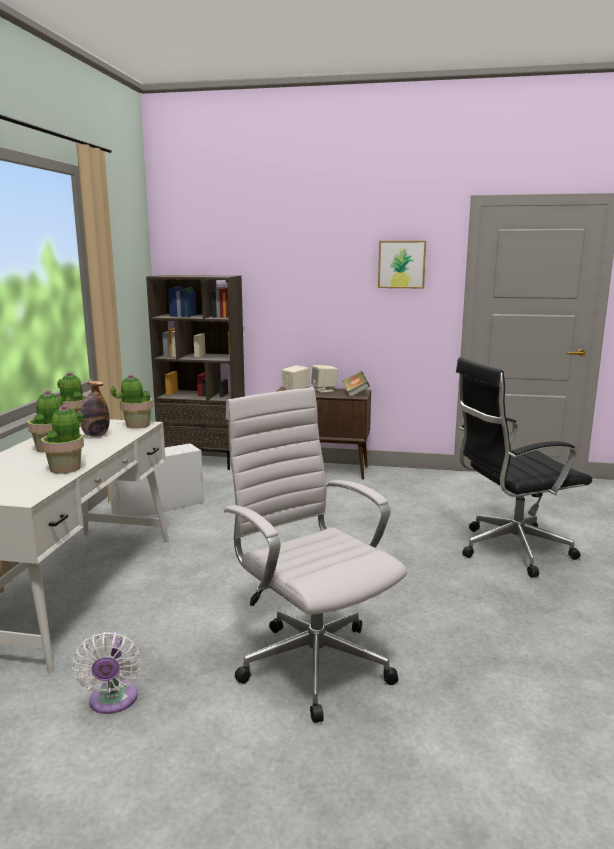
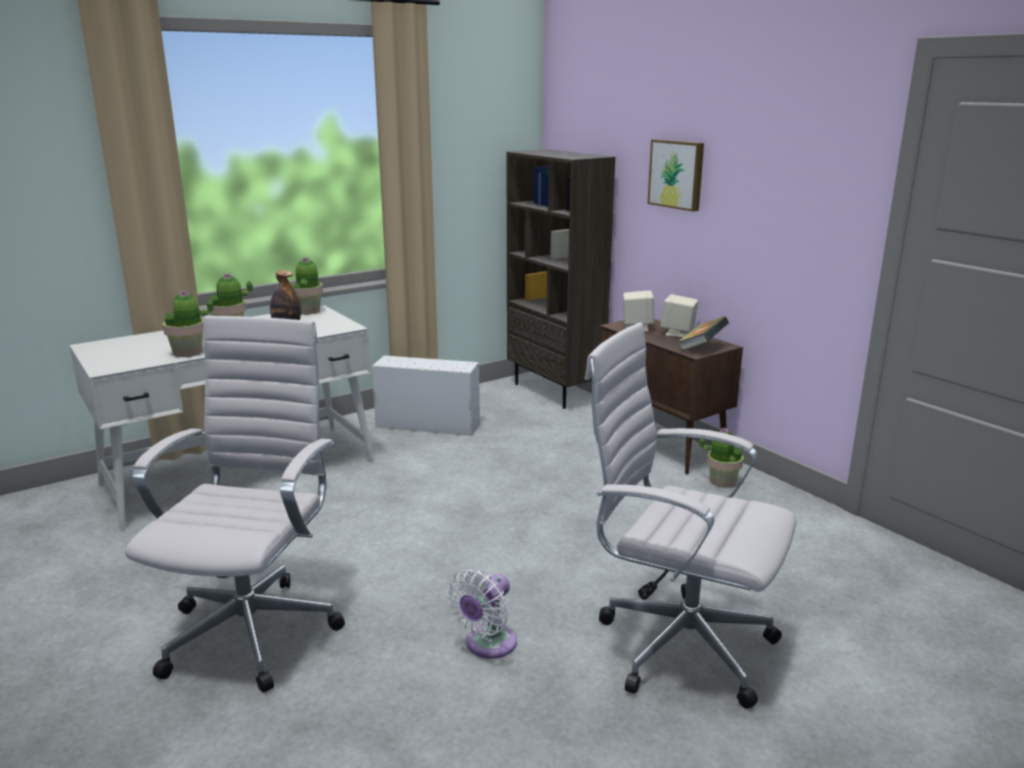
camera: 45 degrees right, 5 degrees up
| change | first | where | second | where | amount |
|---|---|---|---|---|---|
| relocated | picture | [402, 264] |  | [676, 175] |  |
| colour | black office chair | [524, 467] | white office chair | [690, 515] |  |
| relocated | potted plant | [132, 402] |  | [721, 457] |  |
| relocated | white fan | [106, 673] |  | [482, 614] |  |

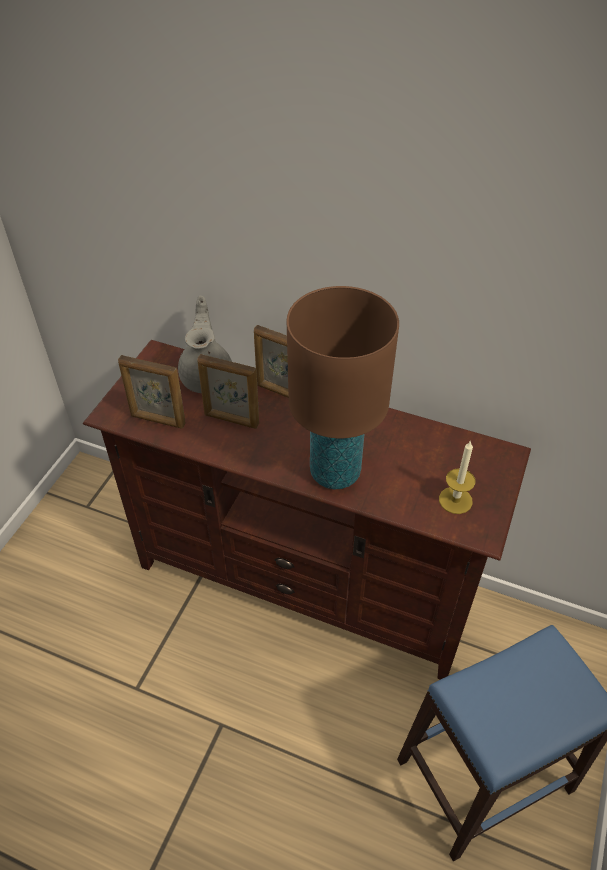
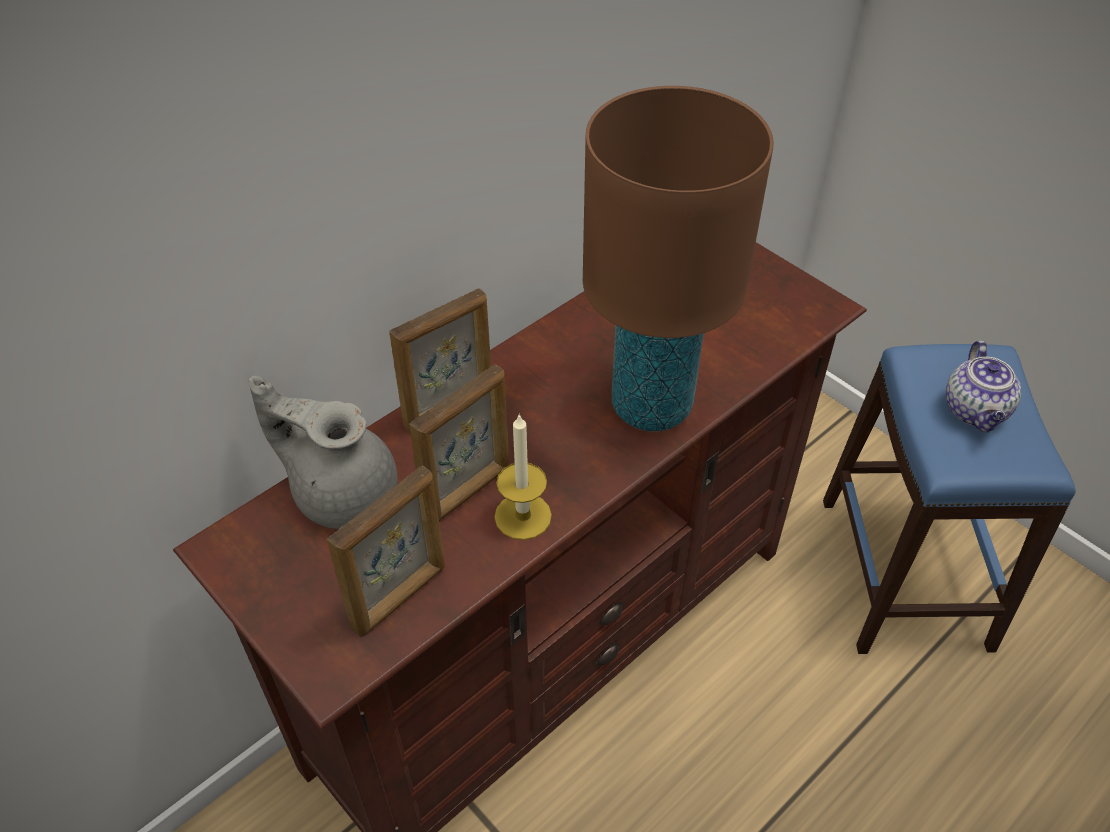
camera: 65 degrees left, 0 degrees up
| change | first | where | second | where | amount |
|---|---|---|---|---|---|
| relocated | candle | [457, 477] |  | [523, 476] |  |
| appeared |  |  | teapot | [983, 386] |  |

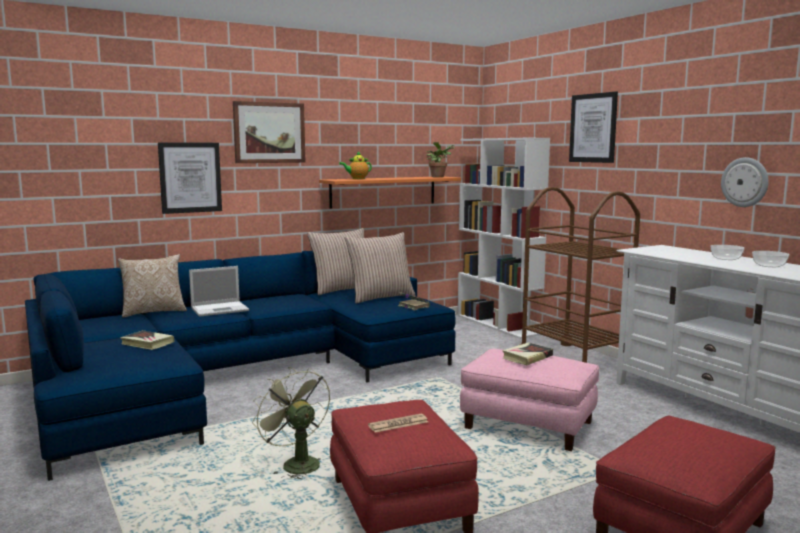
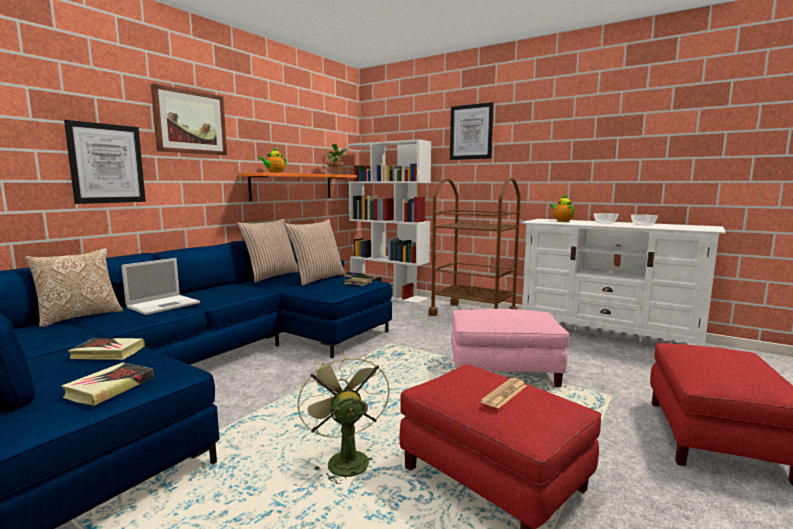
camera: 25 degrees left, 0 degrees up
| change | first | where | second | where | amount |
|---|---|---|---|---|---|
| missing | wall clock | [745, 182] |  |  |  |
| relocated | book | [527, 353] |  | [108, 384] |  |
| spun | green fan | [291, 423] |  | [344, 417] | 45 degrees clockwise |
| appeared |  |  | teapot | [562, 208] |  |

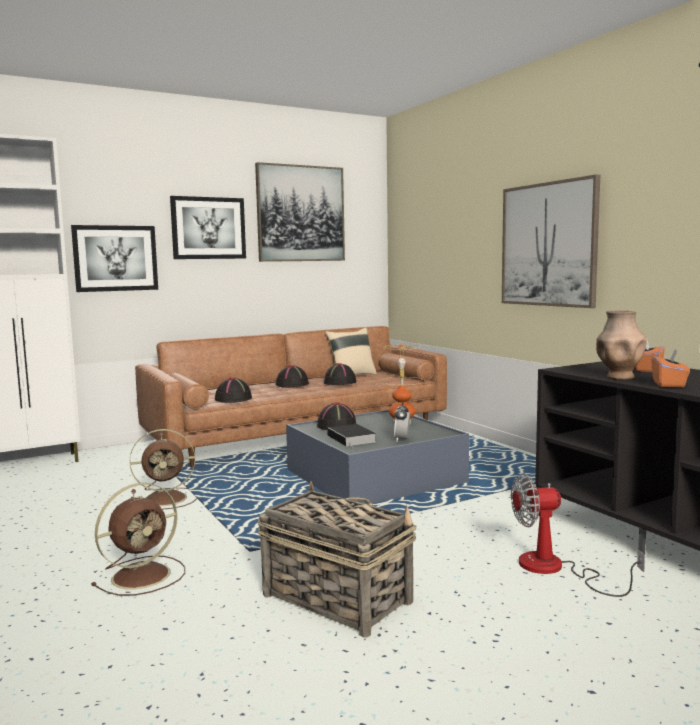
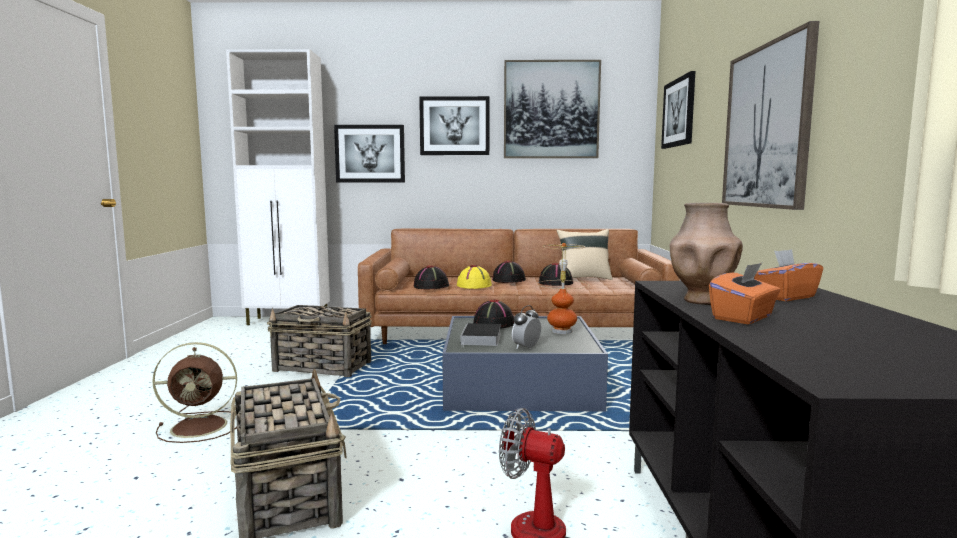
camera: 30 degrees right, 0 degrees up
| change | first | where | second | where | amount |
|---|---|---|---|---|---|
| exchanged | brown fan | [163, 469] | basket | [319, 341] |  |
| appeared |  |  | picture | [678, 110] |  |
| appeared |  |  | yellow hat | [474, 277] |  |

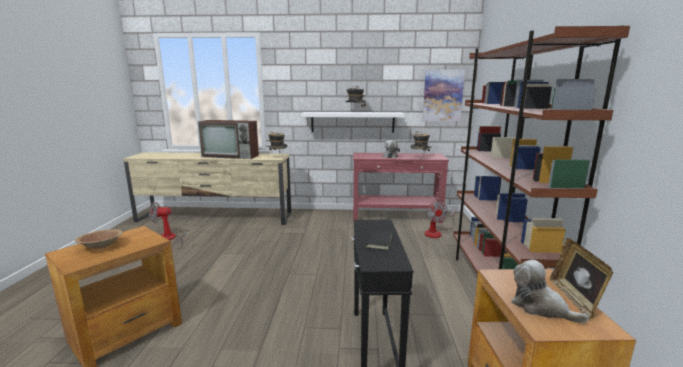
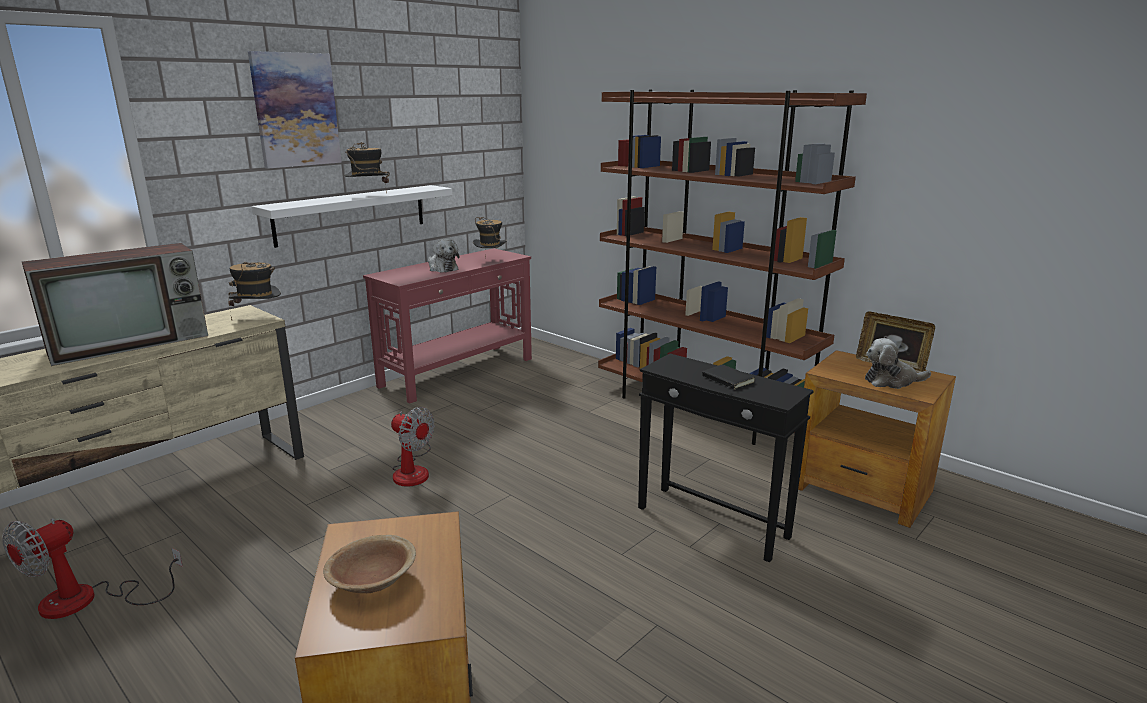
camera: 50 degrees left, 5 degrees up
| change | first | where | second | where | amount |
|---|---|---|---|---|---|
| relocated | picture | [444, 95] |  | [295, 110] |  |
| relocated | fan | [440, 219] |  | [413, 447] |  |

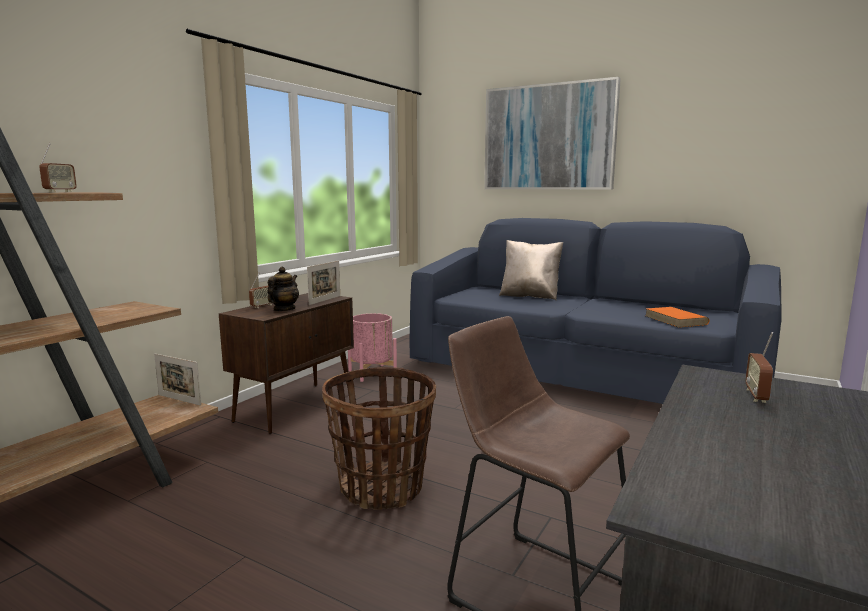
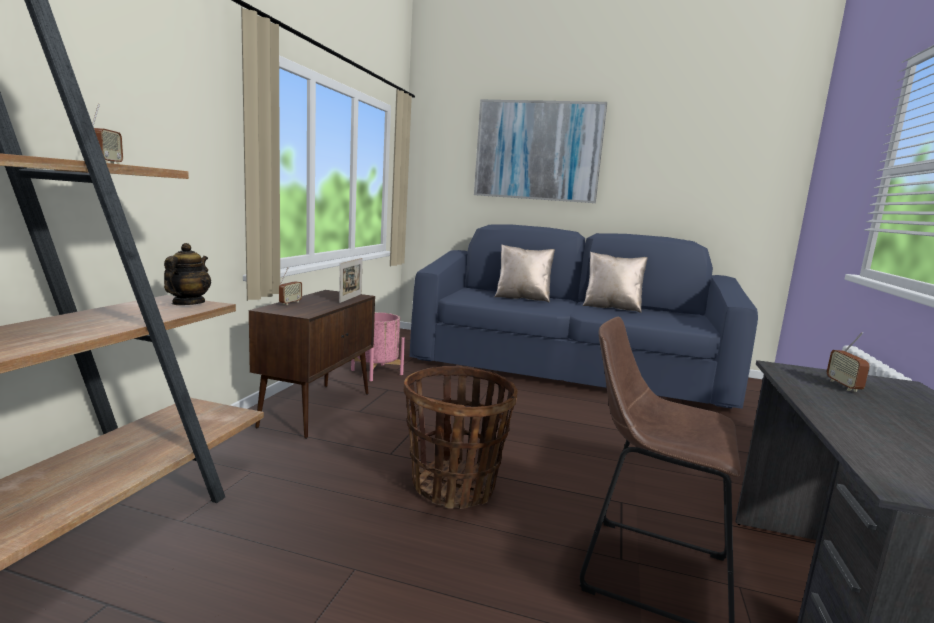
camera: 15 degrees left, 0 degrees up
| change | first | where | second | where | amount |
|---|---|---|---|---|---|
| relocated | teapot | [283, 289] |  | [187, 274] |  |
| missing | orange book | [677, 317] |  |  |  |
| missing | picture frame | [177, 380] |  |  |  |
| appeared |  |  | beige pillow | [615, 282] |  |

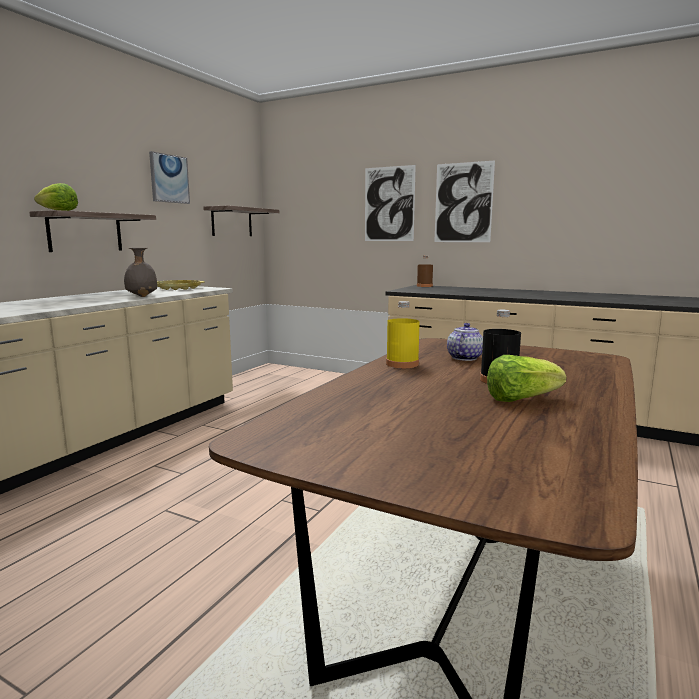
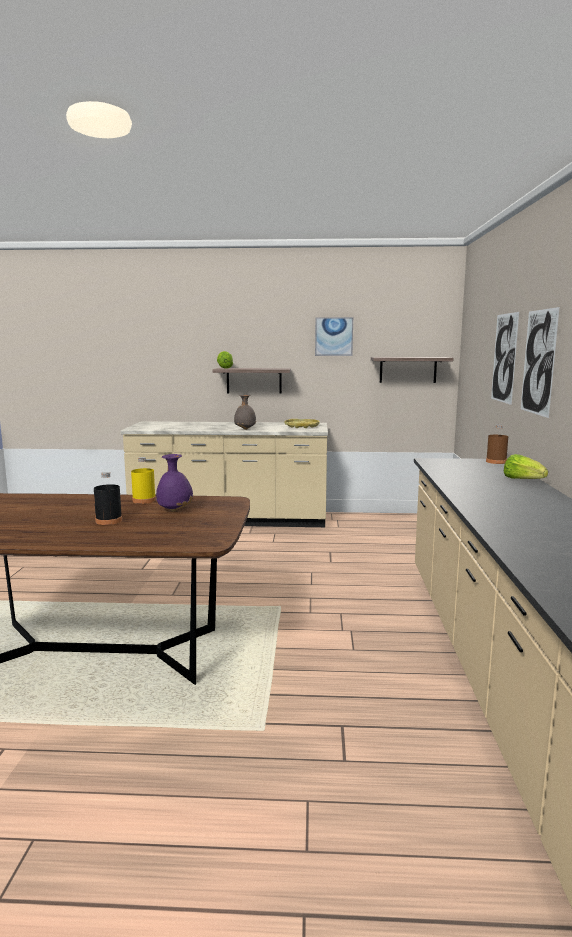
camera: 65 degrees right, 0 degrees up
| change | first | where | second | where | amount |
|---|---|---|---|---|---|
| exchanged | teapot | [465, 342] | purple vase | [174, 483] |  |
| relocated | lettuce | [527, 378] |  | [526, 466] |  |

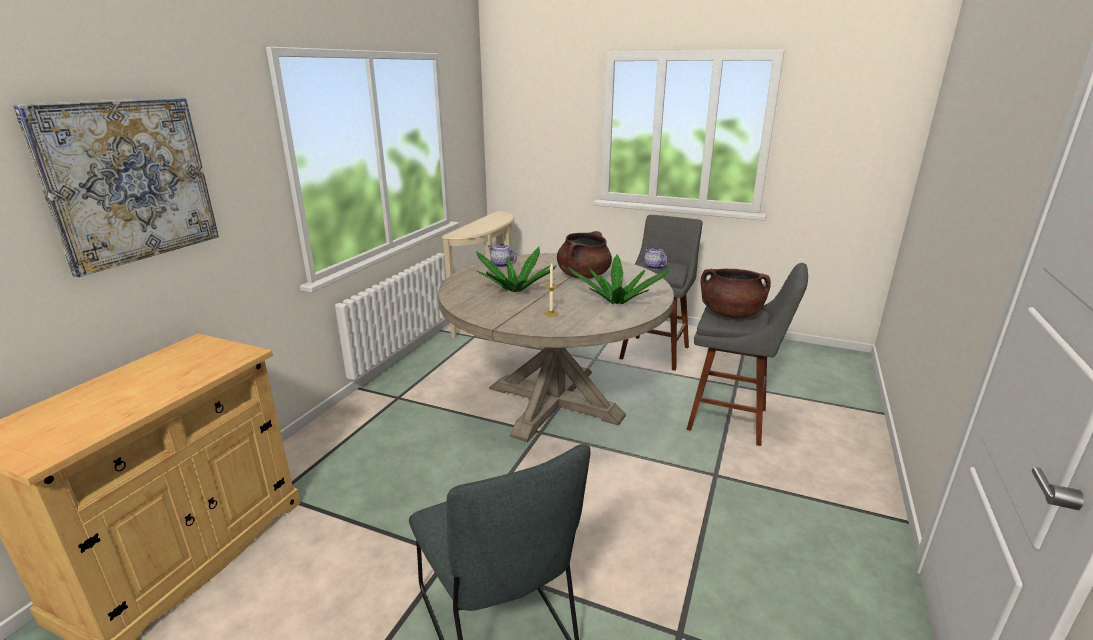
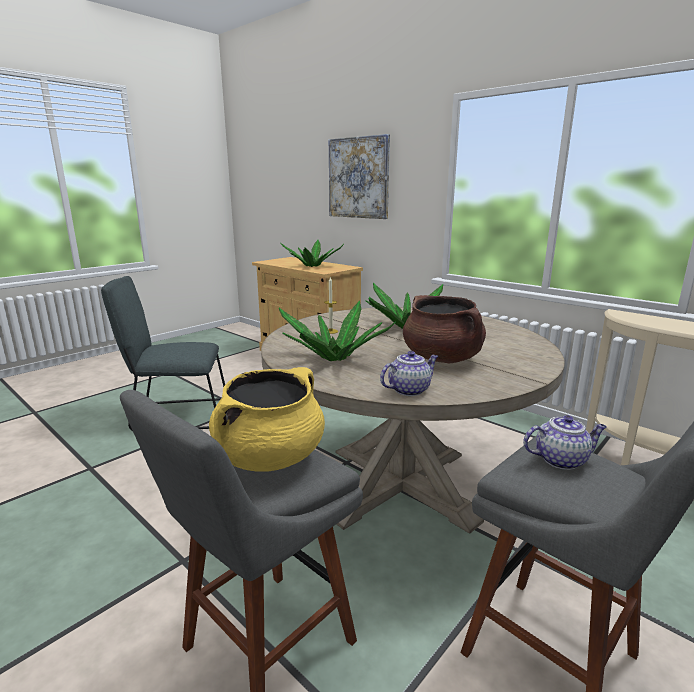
camera: 110 degrees right, 5 degrees down
| change | first | where | second | where | amount |
|---|---|---|---|---|---|
| relocated | teapot | [502, 255] |  | [409, 373] |  |
| colour | brown cooking pot | [735, 293] | yellow cooking pot | [267, 419] |  |
| appeared |  |  | potted plant | [312, 253] |  |

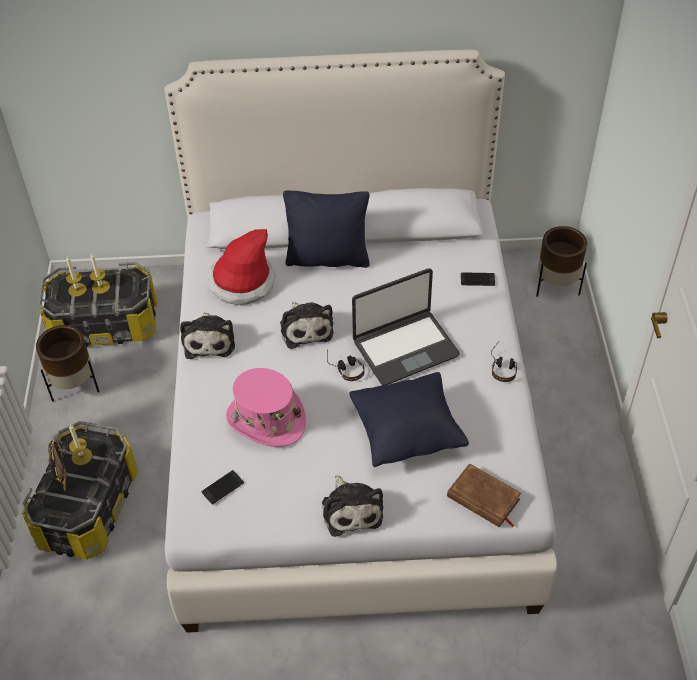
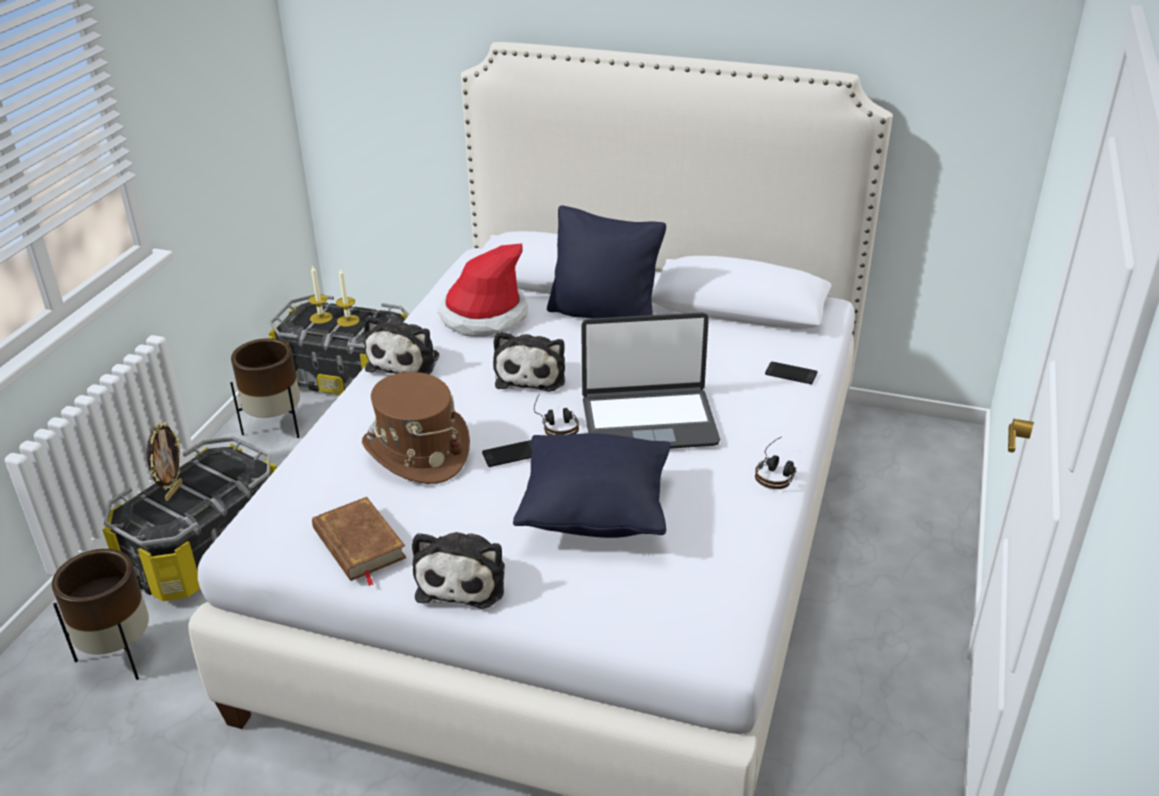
camera: 20 degrees right, 15 degrees down
| change | first | where | second | where | amount |
|---|---|---|---|---|---|
| relocated | brown planter | [561, 261] |  | [100, 614] |  |
| colour | pink hat | [266, 407] | brown hat | [416, 428] |  |
| missing | candle | [80, 444] |  |  |  |
| relocated | brown book | [484, 495] |  | [359, 541] |  |
| relocated | phone | [222, 487] |  | [507, 453] |  |

